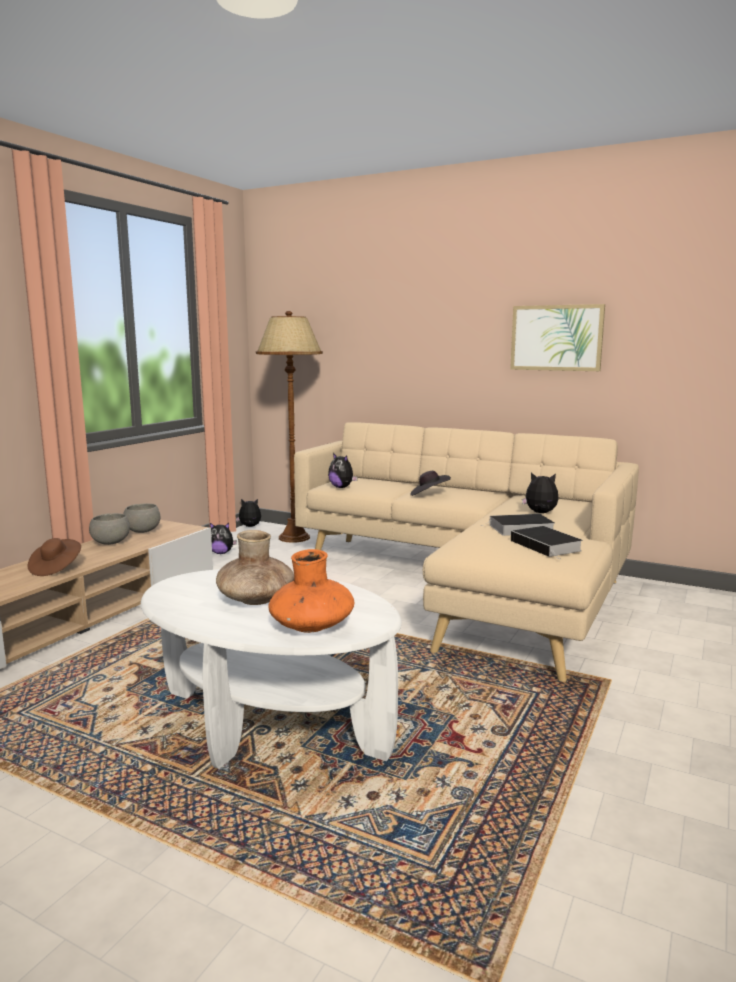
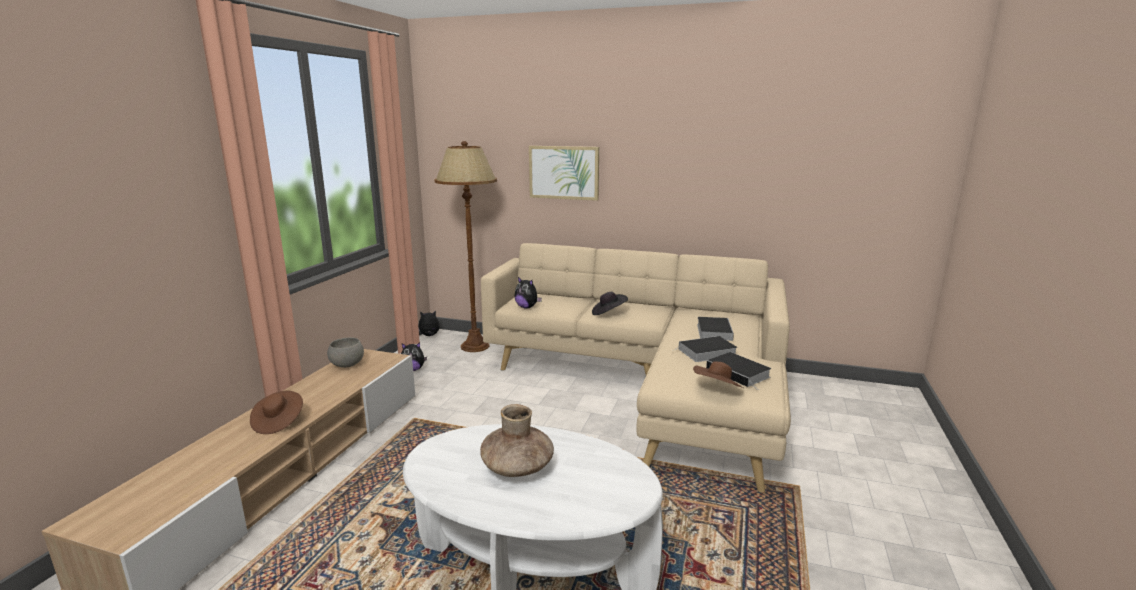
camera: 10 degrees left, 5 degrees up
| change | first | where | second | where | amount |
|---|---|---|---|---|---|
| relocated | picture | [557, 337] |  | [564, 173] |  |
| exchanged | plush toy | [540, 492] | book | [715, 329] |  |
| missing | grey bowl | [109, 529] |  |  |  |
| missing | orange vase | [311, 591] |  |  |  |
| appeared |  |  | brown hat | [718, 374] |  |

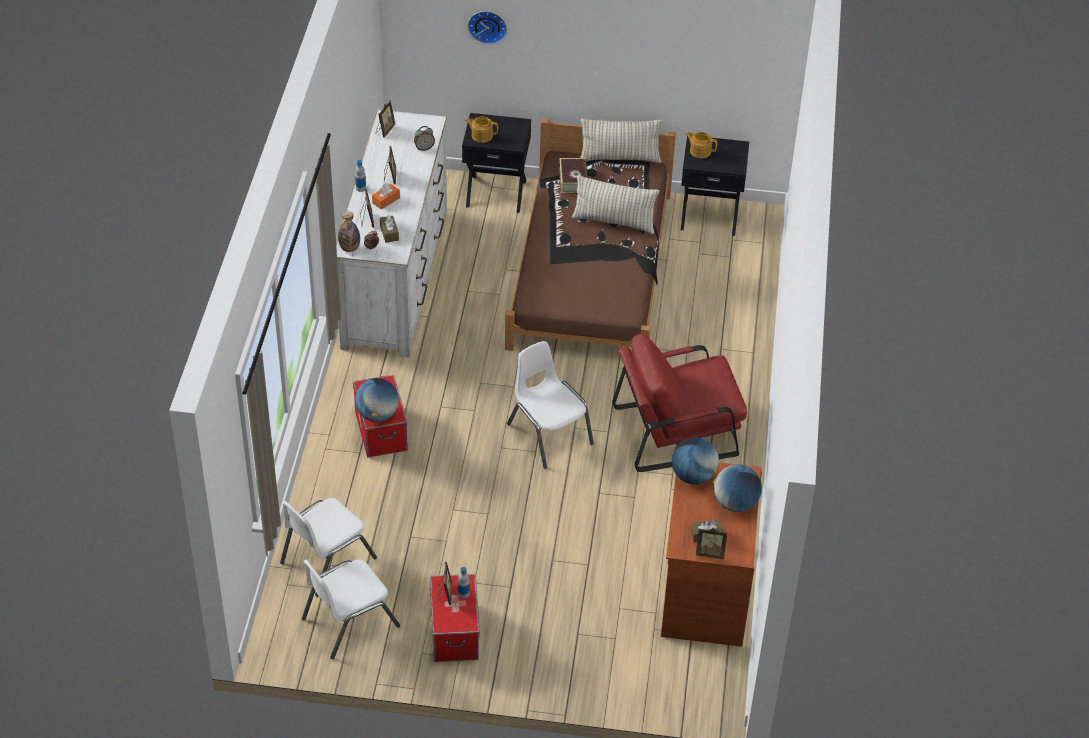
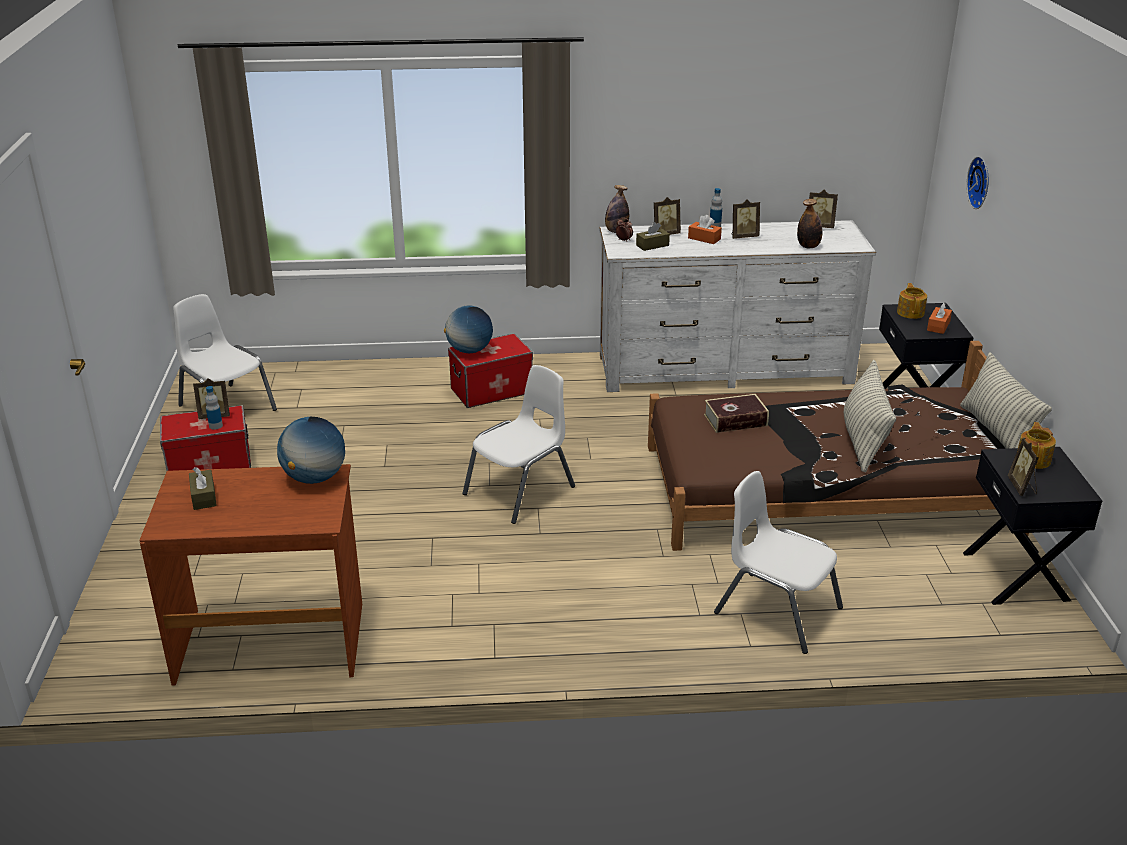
camera: 80 degrees right, 15 degrees down
| change | first | where | second | where | amount |
|---|---|---|---|---|---|
| exchanged | alarm clock | [424, 138] | bottle | [809, 223] |  |
| relocated | book | [573, 175] |  | [736, 413] |  |
| missing | red armchair | [679, 403] |  |  |  |
| missing | globe | [737, 488] |  |  |  |
| relocated | white chair | [328, 547] |  | [778, 562] |  |
| relocated | picture frame | [711, 543] |  | [1023, 467] |  |
| appeared |  |  | orange tissue box | [939, 318] |  |

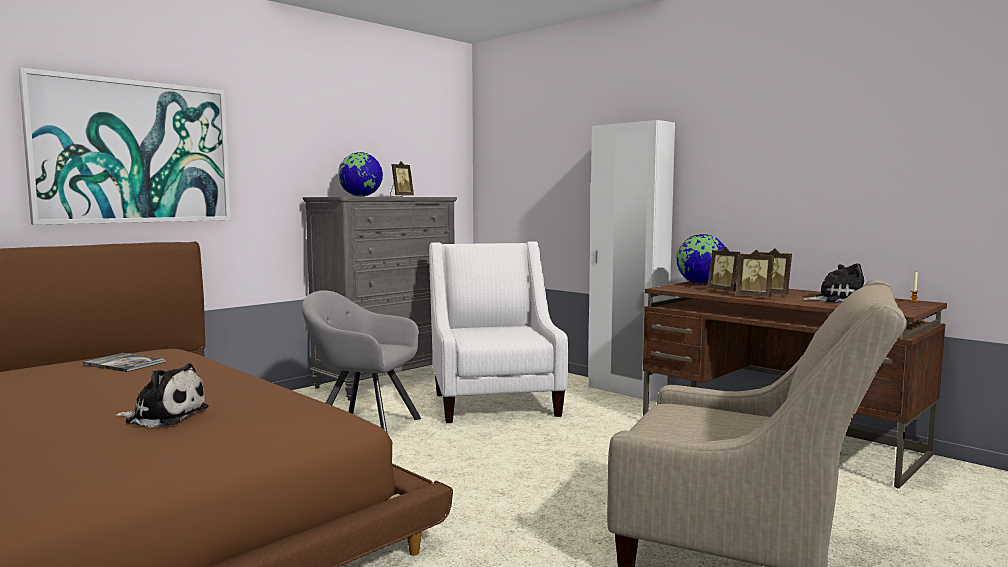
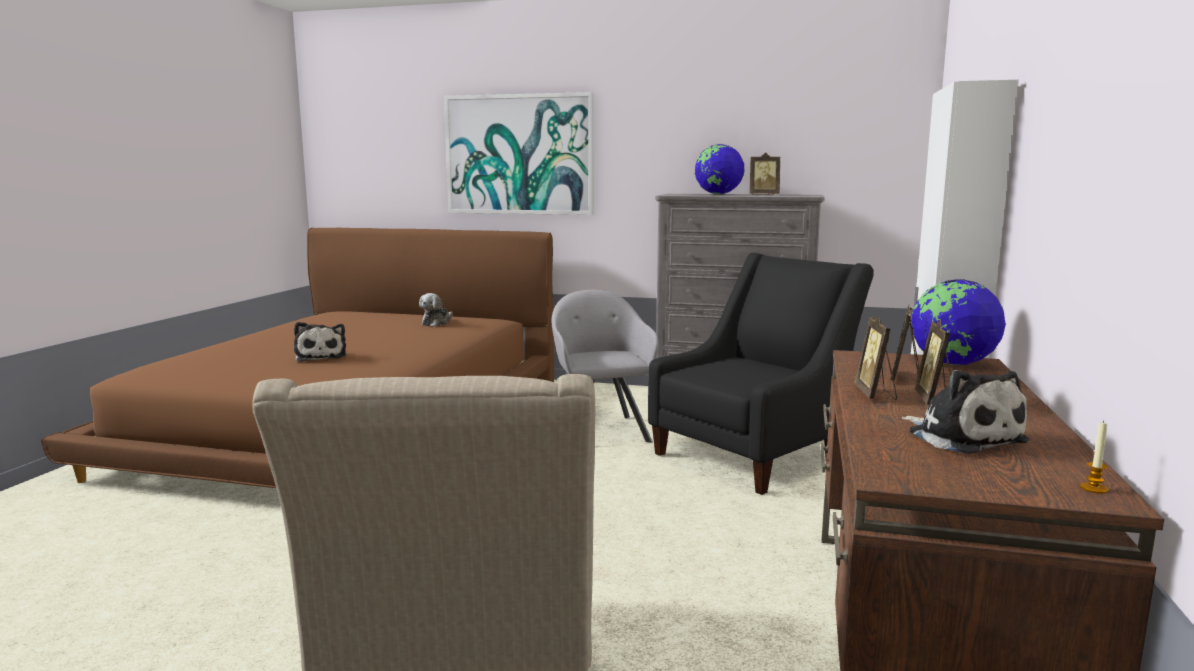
camera: 60 degrees right, 5 degrees up
| change | first | where | second | where | amount |
|---|---|---|---|---|---|
| colour | white armchair | [498, 332] | black armchair | [761, 374] |  |
| exchanged | book | [124, 362] | plush toy | [436, 310] |  |

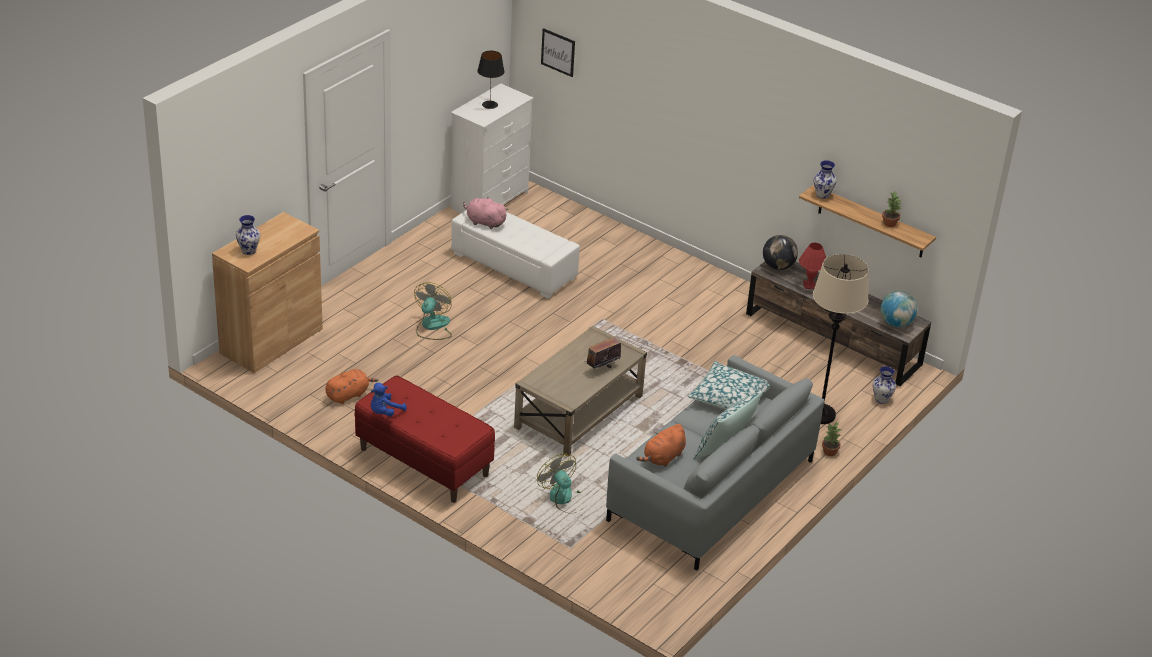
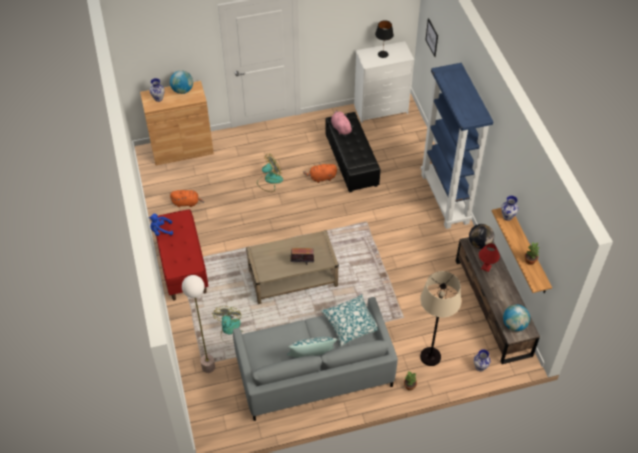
camera: 40 degrees right, 15 degrees up
| change | first | where | second | where | amount |
|---|---|---|---|---|---|
| colour | white ottoman | [515, 254] | black ottoman | [352, 152] |  |
| relocated | orange plush toy | [661, 445] |  | [320, 173] |  |
| appeared |  |  | blue bookcase | [457, 146] |  |
| appeared |  |  | globe | [181, 82] |  |
| appeared |  |  | floor lamp | [198, 324] |  |

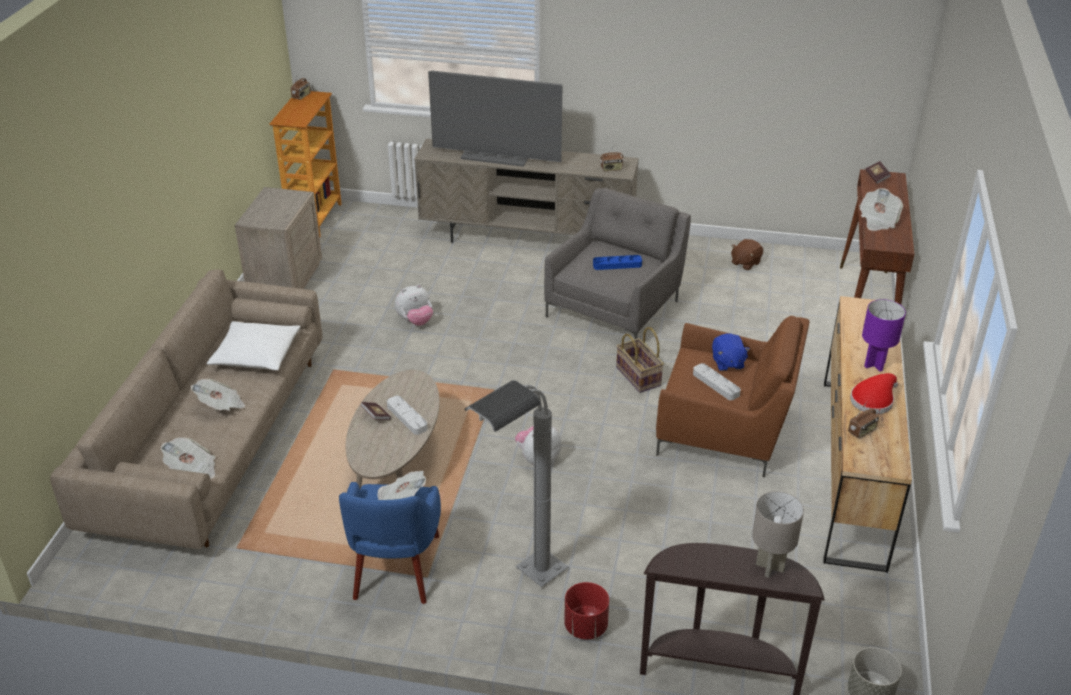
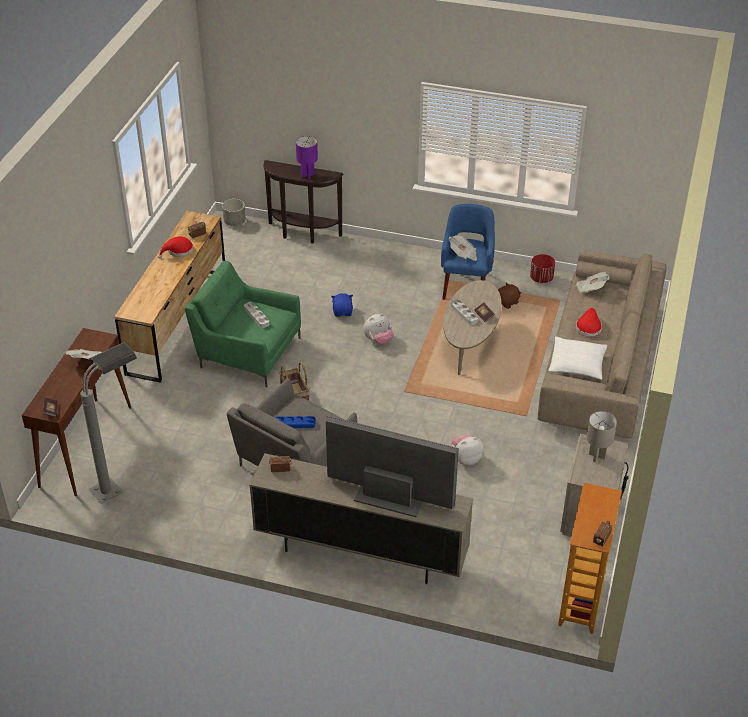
camera: 175 degrees left, 5 degrees up
| change | first | where | second | where | amount |
|---|---|---|---|---|---|
| relocated | brown plush toy | [747, 254] |  | [509, 296] |  |
| relocated | purple table lamp | [884, 335] |  | [307, 157] |  |
| colour | brown armchair | [733, 396] | green armchair | [243, 324] |  |
| relocated | blue plush toy | [731, 352] |  | [342, 305] |  |
| exchanged | newspaper | [218, 395] | red hat | [589, 322] |  |
| relocated | grey floor lamp | [516, 483] |  | [108, 423] |  |
| relocated | grey table lamp | [778, 534] |  | [601, 436] |  |
| relocated | red planter | [586, 611] |  | [542, 268] |  |

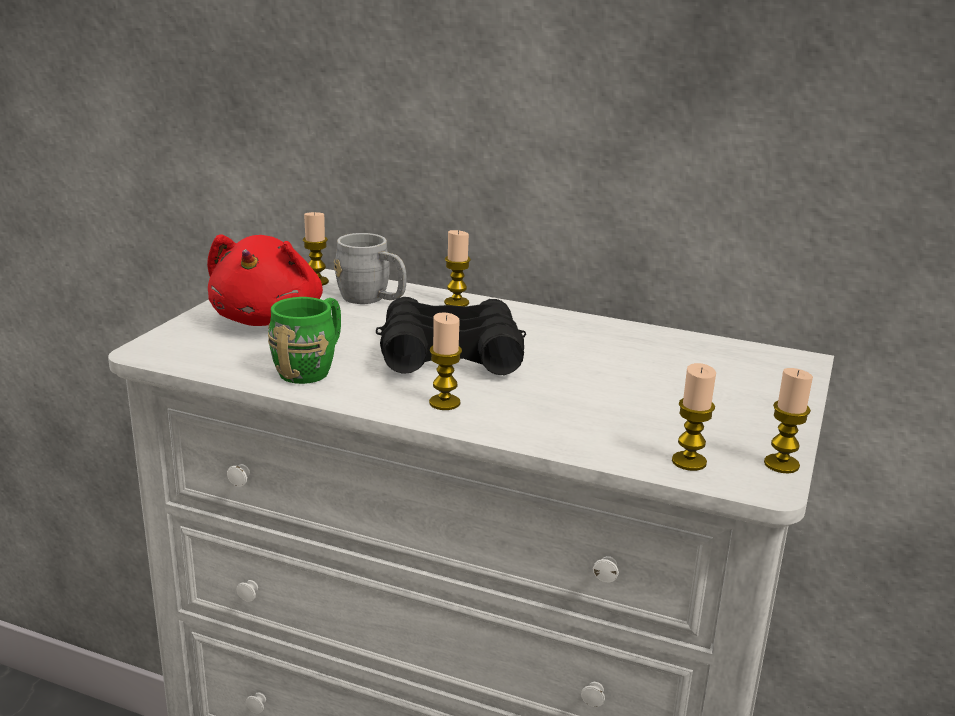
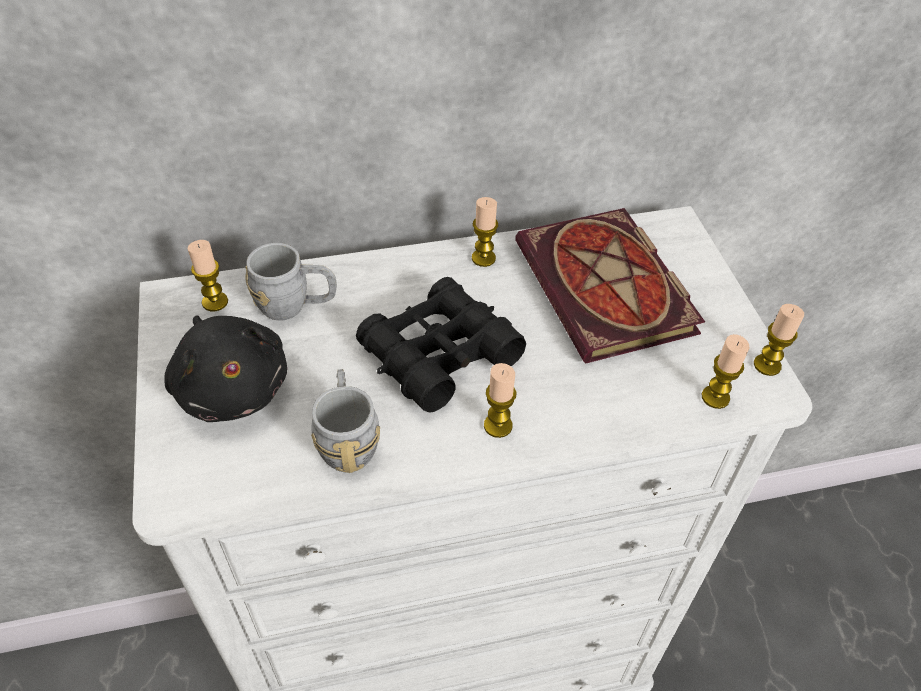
camera: 35 degrees left, 25 degrees up
| change | first | where | second | where | amount |
|---|---|---|---|---|---|
| relocated | candle | [457, 268] |  | [485, 232] |  |
| colour | red plush toy | [265, 280] | black plush toy | [225, 368] |  |
| colour | green mug | [304, 340] | grey mug | [345, 421] |  |
| appeared |  |  | book | [610, 285] |  |

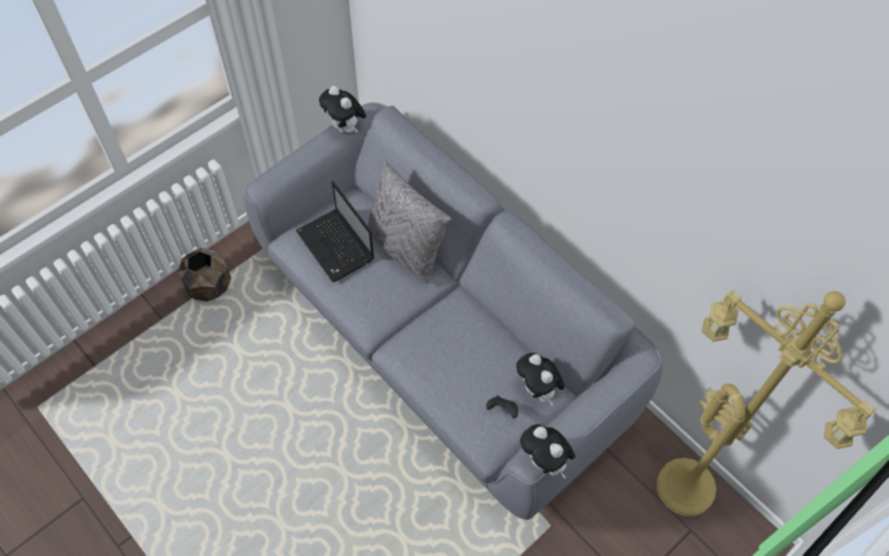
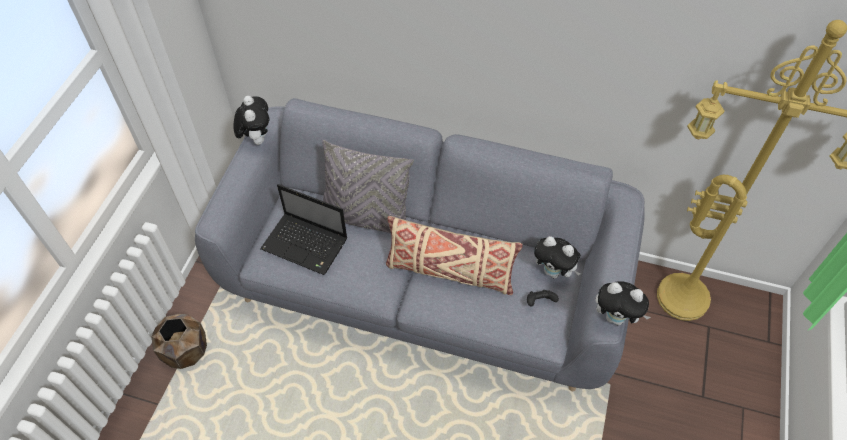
camera: 30 degrees left, 5 degrees down
| change | first | where | second | where | amount |
|---|---|---|---|---|---|
| spun | plush toy | [342, 109] |  | [251, 120] | 120 degrees counterclockwise |
| appeared |  |  | beige pillow | [454, 255] |  |

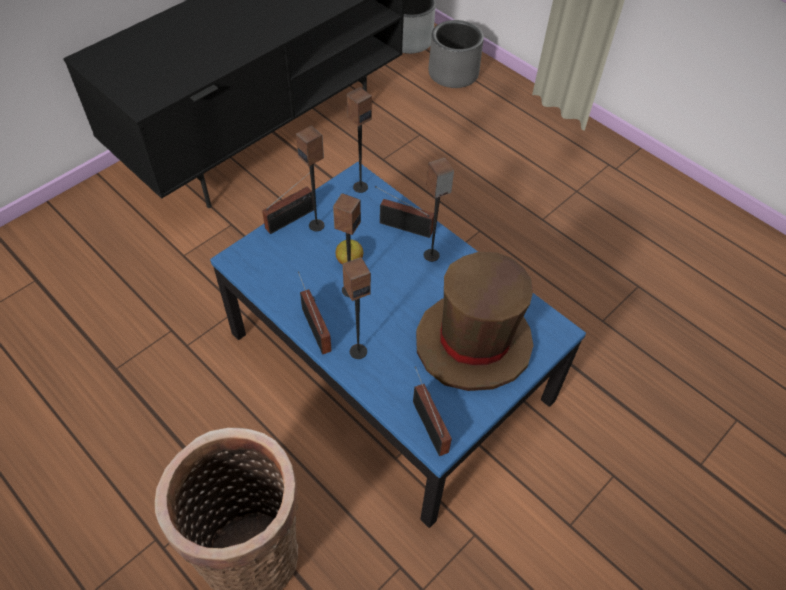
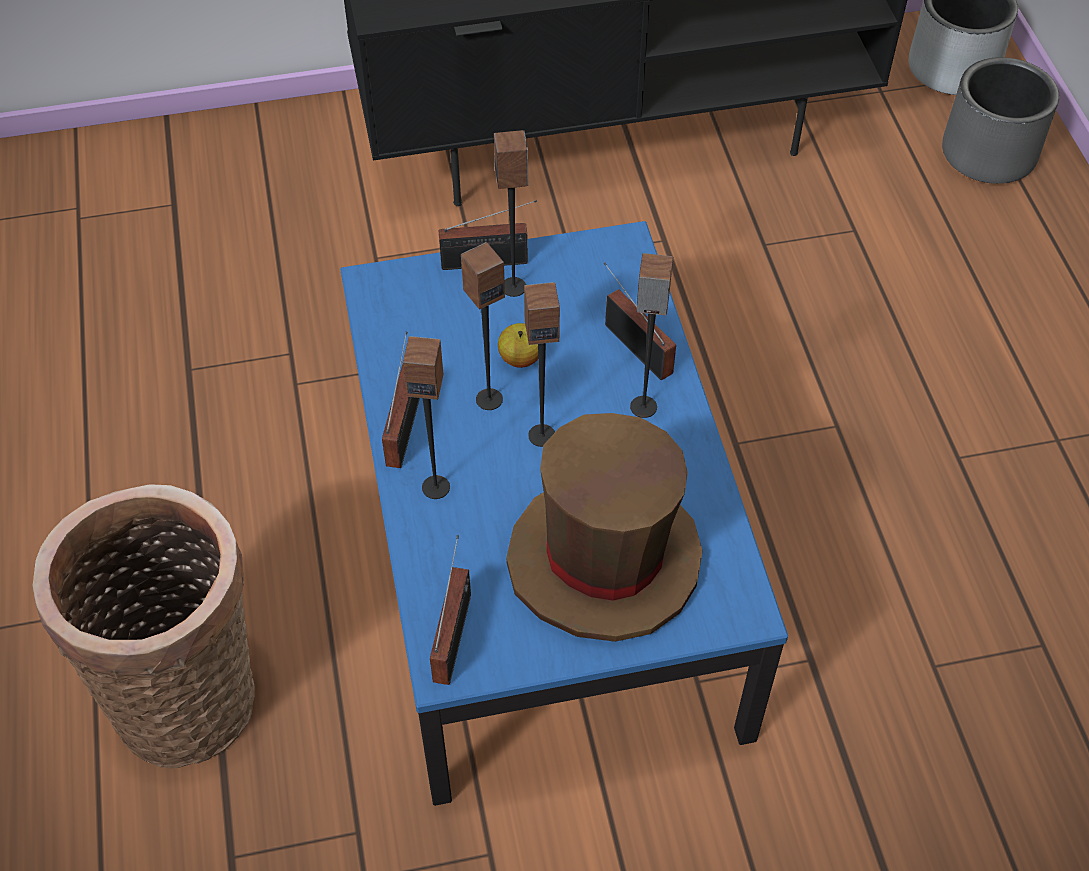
camera: 35 degrees right, 0 degrees up
| change | first | where | second | where | amount |
|---|---|---|---|---|---|
| relocated | speaker | [359, 140] |  | [542, 364] |  |

